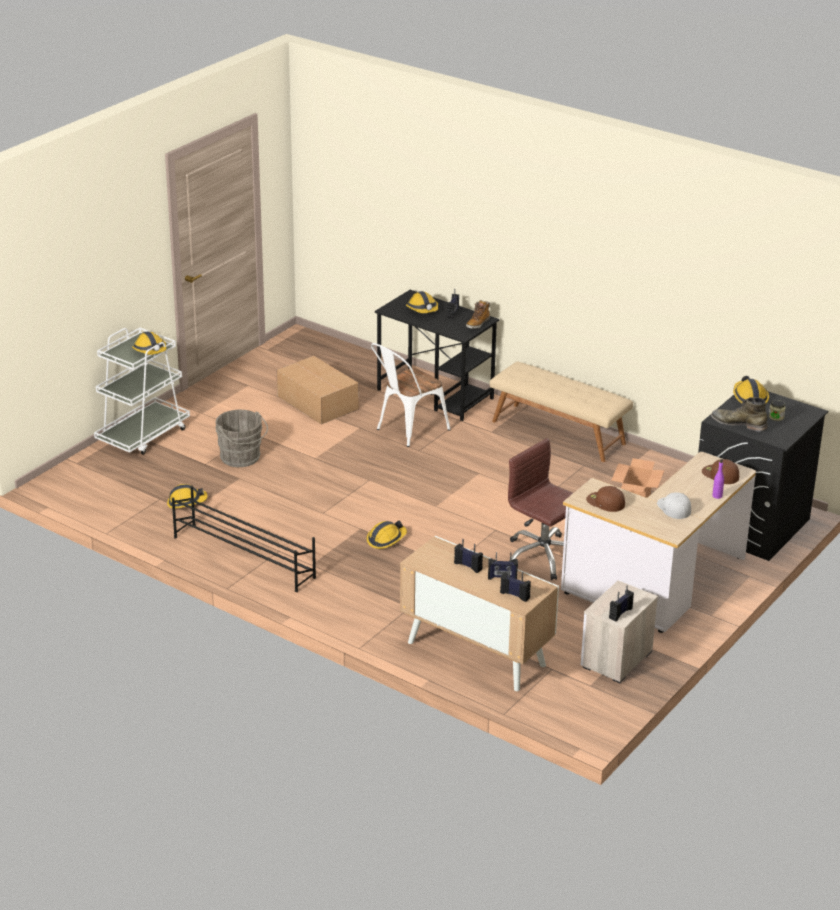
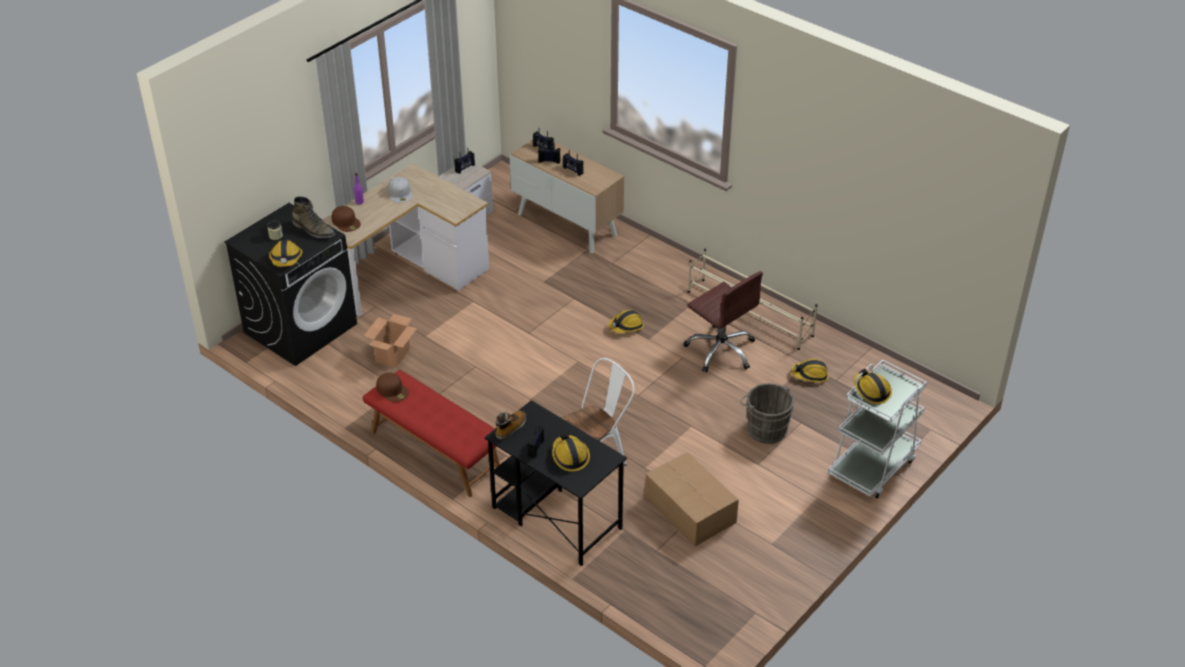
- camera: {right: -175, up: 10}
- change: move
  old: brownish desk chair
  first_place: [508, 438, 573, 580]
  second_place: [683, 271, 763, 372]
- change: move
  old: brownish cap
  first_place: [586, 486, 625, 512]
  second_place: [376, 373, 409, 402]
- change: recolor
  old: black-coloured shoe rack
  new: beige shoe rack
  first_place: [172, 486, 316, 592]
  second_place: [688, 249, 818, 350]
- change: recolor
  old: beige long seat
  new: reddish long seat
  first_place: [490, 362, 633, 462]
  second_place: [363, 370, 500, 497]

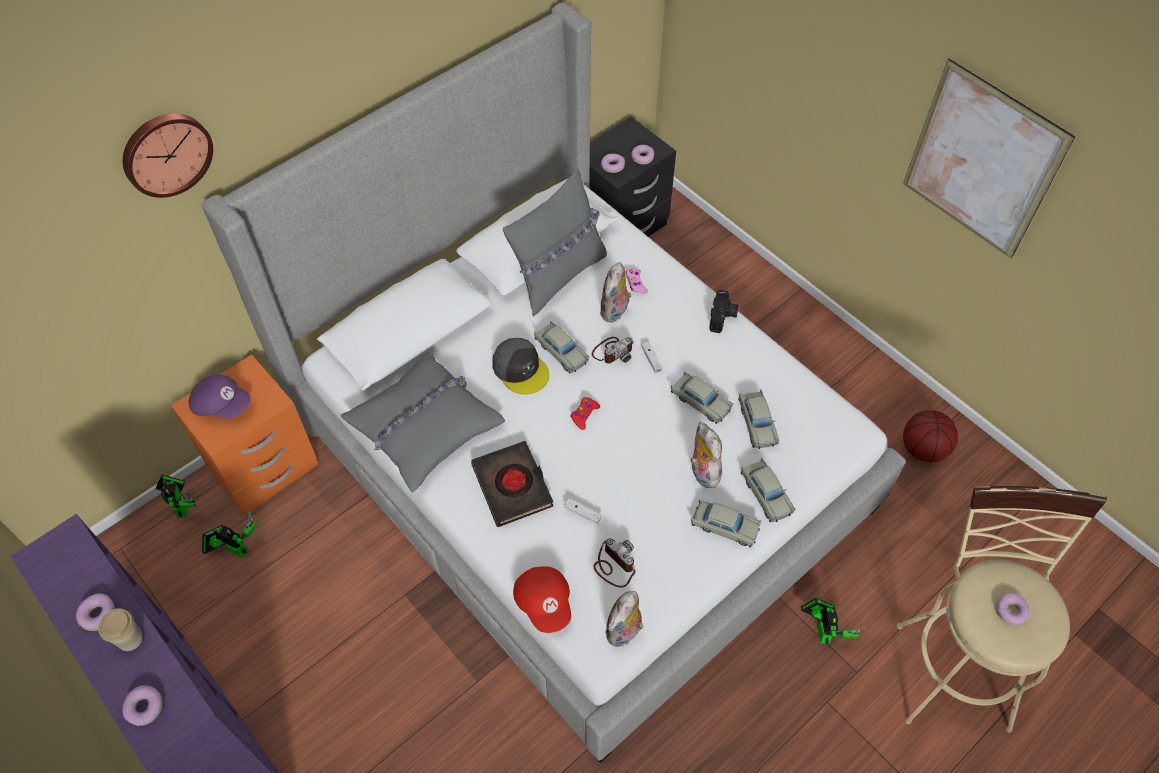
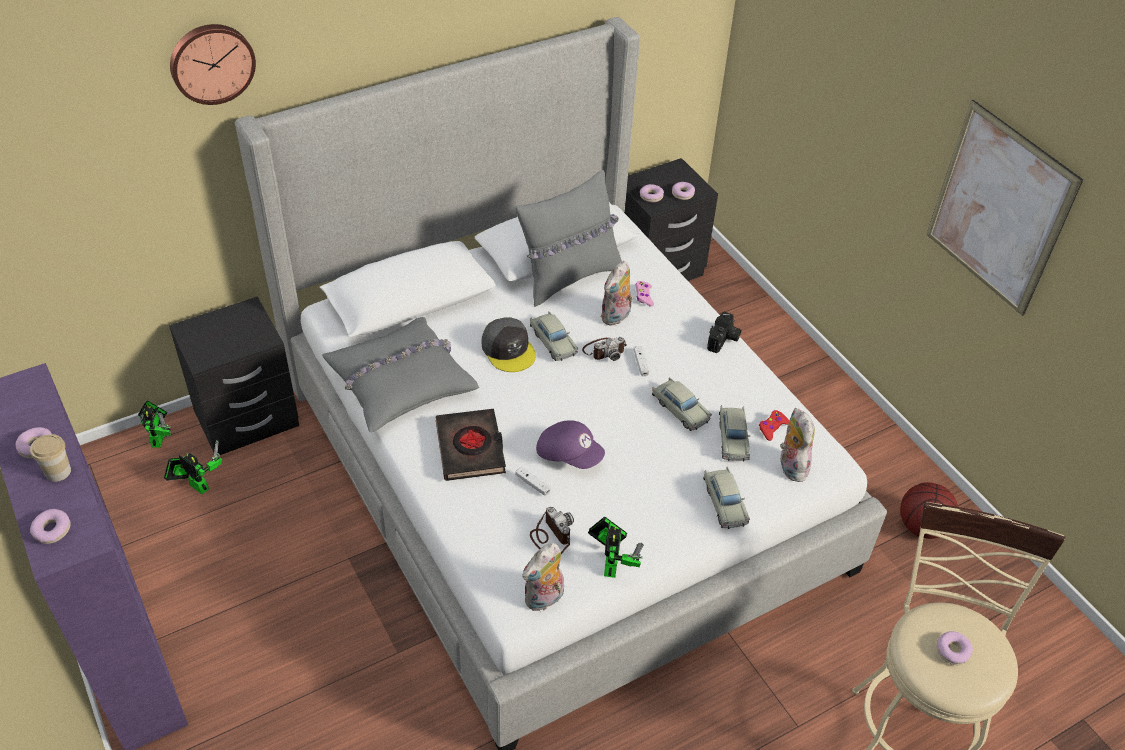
- camera: {right: 10, up: -10}
- change: delete
  old: reddish cap
  first_place: [513, 566, 571, 633]
- change: delete
  old: beige miniature car
  first_place: [691, 500, 761, 548]
- change: move
  old: purple cap
  first_place: [188, 374, 250, 418]
  second_place: [536, 420, 605, 469]
- change: move
  old: reddish game controller
  first_place: [570, 397, 600, 430]
  second_place: [759, 410, 789, 441]
- change: move
  old: cuddly toy
  first_place: [691, 422, 723, 488]
  second_place: [780, 408, 815, 482]
- change: move
  old: model robot
  first_place: [801, 598, 867, 644]
  second_place: [588, 517, 643, 578]
- change: recolor
  old: orangey nightstand
  new: black-coloured nightstand
  first_place: [171, 355, 318, 515]
  second_place: [169, 297, 299, 455]

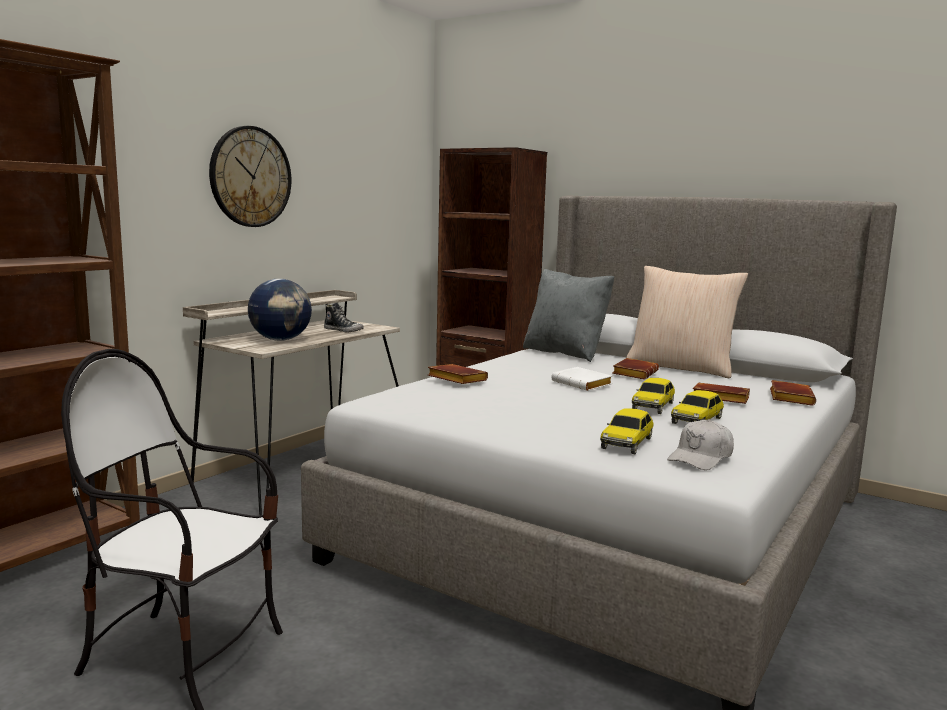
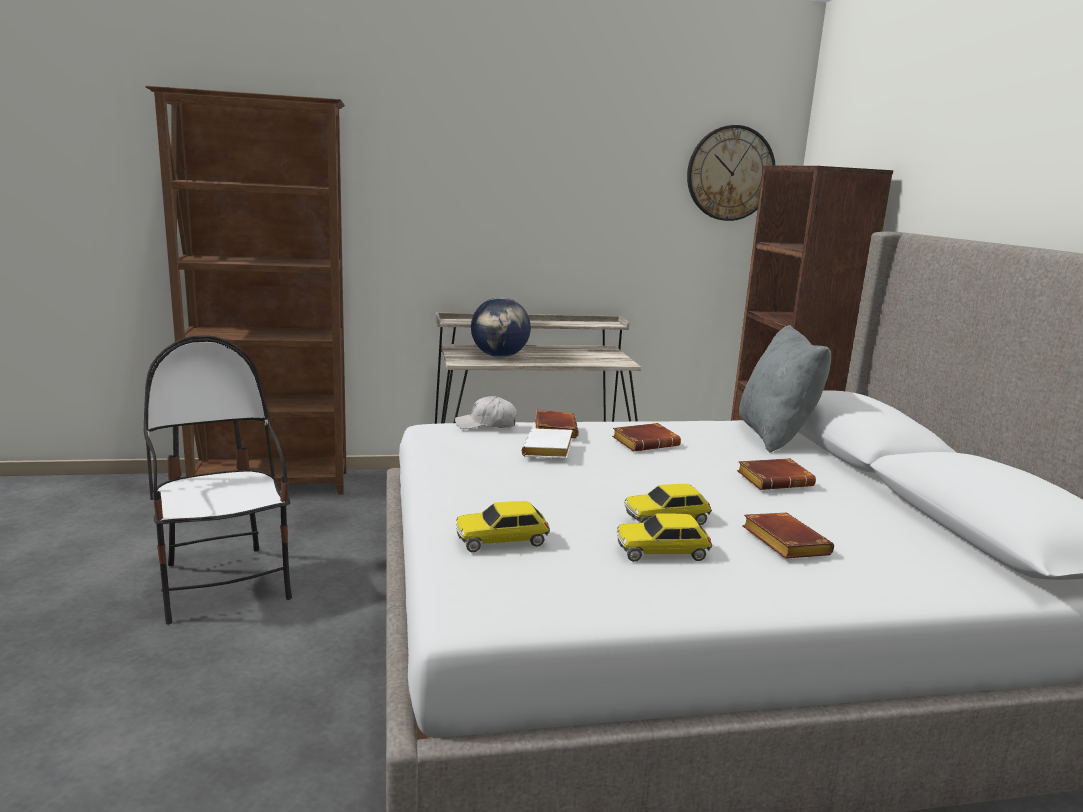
- camera: {right: 45, up: 5}
- change: delete
  old: low shoe
  first_place: [324, 302, 364, 332]
- change: delete
  old: beige throw pillow
  first_place: [626, 266, 748, 378]
- change: move
  old: wall clock
  first_place: [209, 126, 291, 227]
  second_place: [687, 125, 776, 221]
- change: move
  old: whitish bound book
  first_place: [551, 367, 613, 391]
  second_place: [522, 428, 573, 458]
- change: move
  old: whitish cap
  first_place: [667, 419, 734, 470]
  second_place: [455, 396, 517, 429]
- change: move
  old: brownish bound book
  first_place: [770, 380, 816, 406]
  second_place: [612, 423, 681, 451]

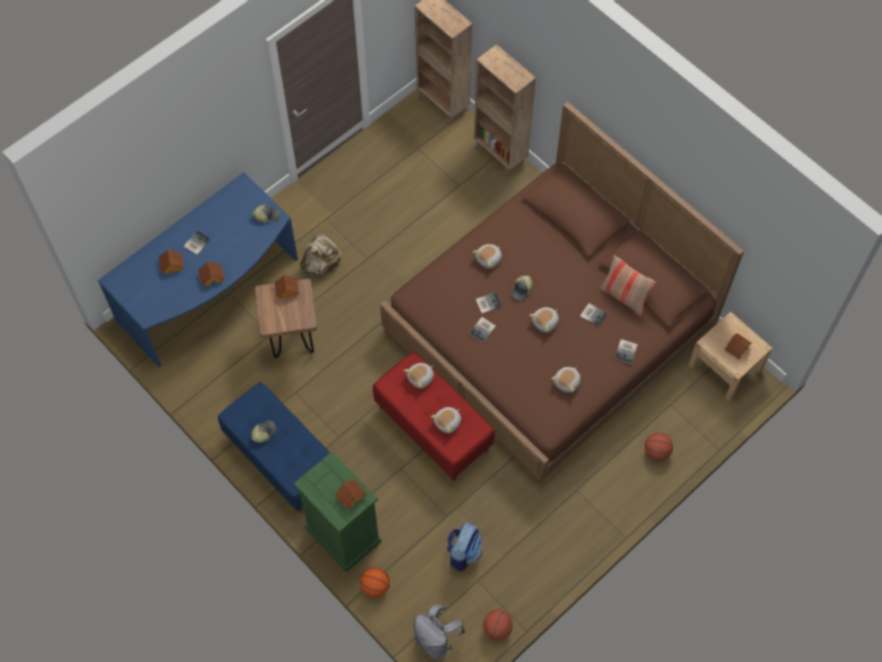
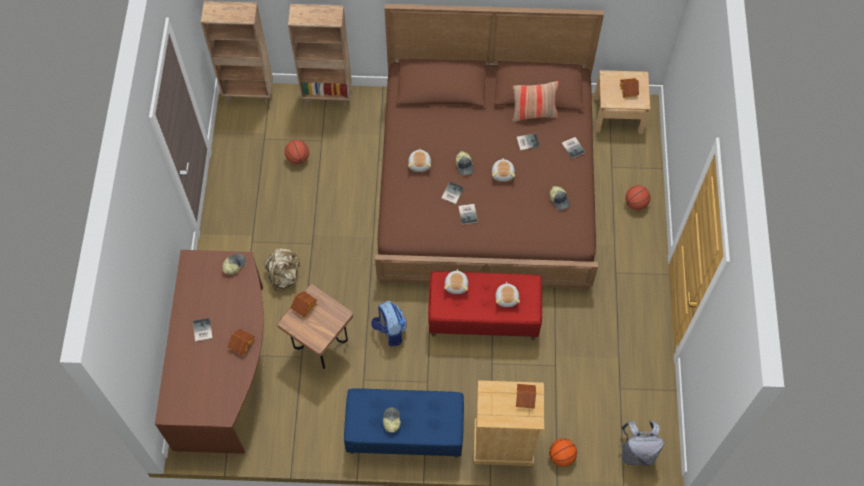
- camera: {right: -45, up: 0}
- change: delete
  old: miniature house
  first_place: [159, 249, 184, 275]
- change: move
  old: rucksack
  first_place: [447, 522, 482, 571]
  second_place: [371, 301, 407, 346]
- change: move
  old: basketball
  first_place: [483, 610, 513, 640]
  second_place: [285, 140, 309, 164]
- change: replace
  old: cuddly toy
  new: cap
  first_place: [551, 367, 581, 393]
  second_place: [550, 186, 570, 210]
- change: recolor
  old: blue desk unit
  new: brownish desk unit
  first_place: [98, 172, 298, 367]
  second_place: [155, 250, 264, 454]
- change: recolor
  old: green-coloured chest of drawers
  new: beige chest of drawers
  first_place: [294, 452, 381, 572]
  second_place: [474, 380, 544, 466]

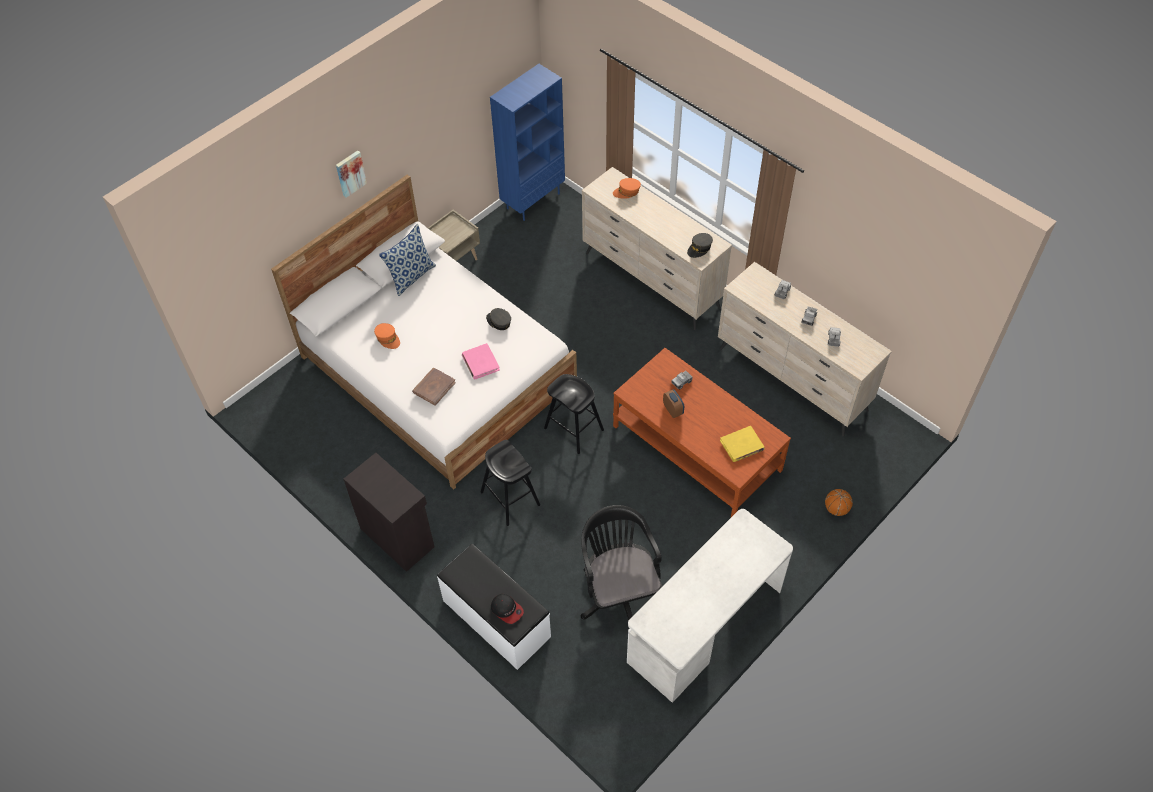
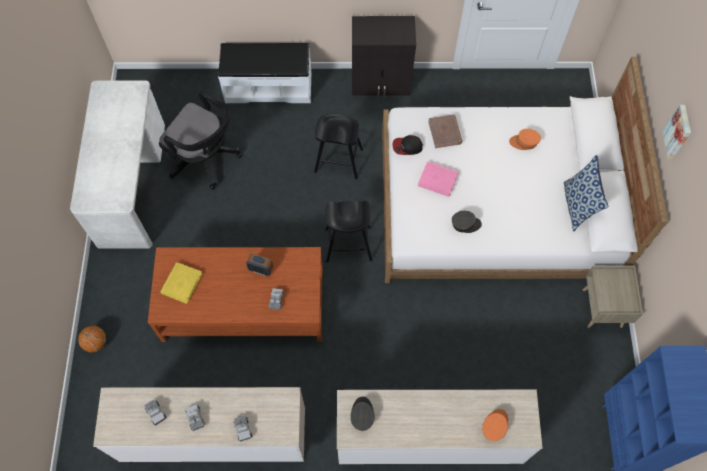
- camera: {right: 135, up: 10}
- change: move
  old: cap
  first_place: [491, 594, 524, 624]
  second_place: [393, 135, 423, 155]

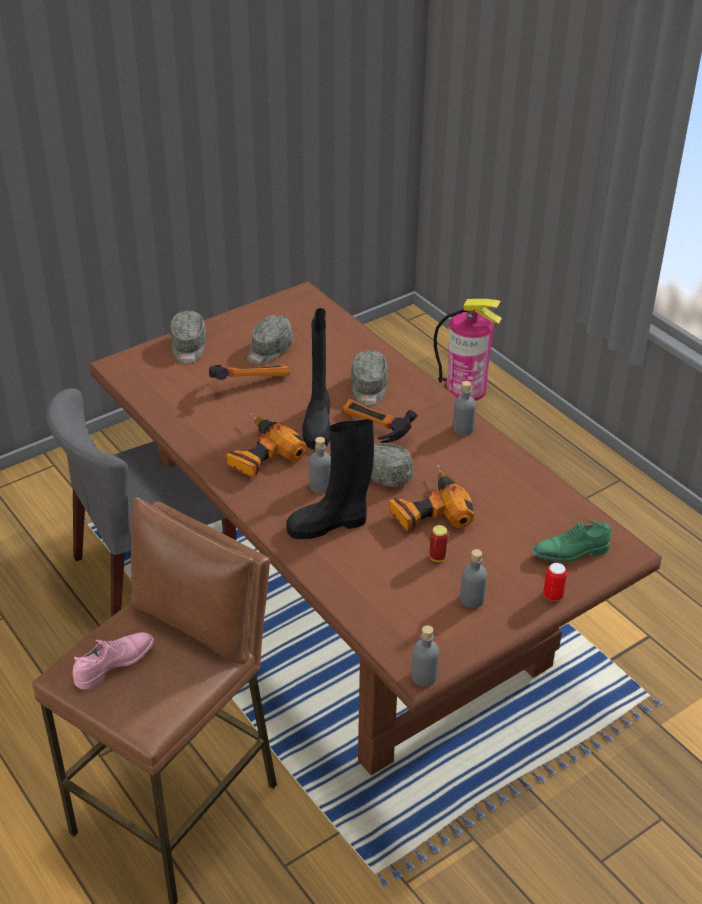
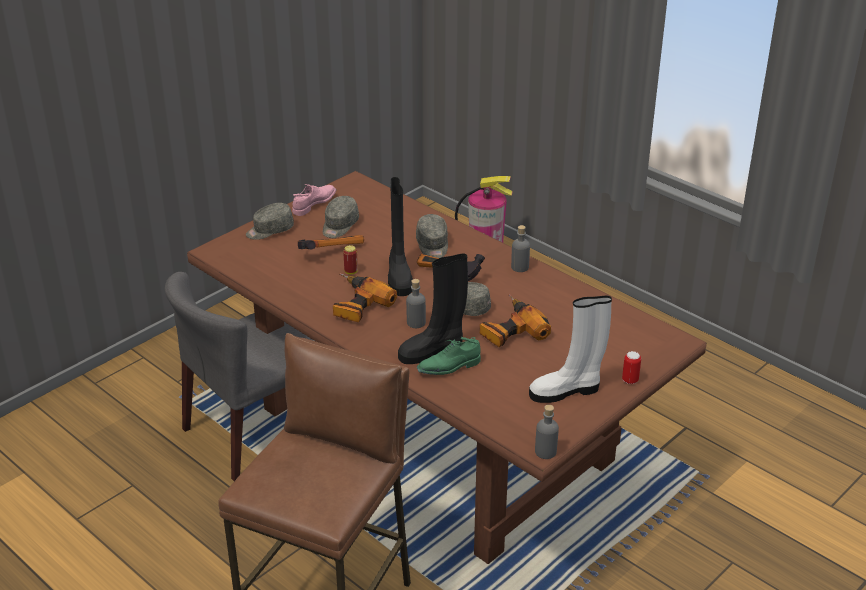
- camera: {right: -10, up: -5}
- change: move
  old: pink-coloured low shoe
  first_place: [73, 632, 155, 689]
  second_place: [292, 184, 336, 216]
- change: move
  old: metal can
  first_place: [429, 525, 449, 562]
  second_place: [343, 245, 358, 275]
- change: move
  old: green-coloured low shoe
  first_place: [532, 519, 611, 562]
  second_place: [417, 337, 481, 375]
- change: replace
  old: greyish bottle
  new: whitish boot
  first_place: [460, 549, 487, 608]
  second_place: [529, 296, 612, 403]
- change: rotate
  old: greyish cap
  first_place: [170, 311, 207, 363]
  second_place: [246, 203, 294, 240]
  degrees: 75

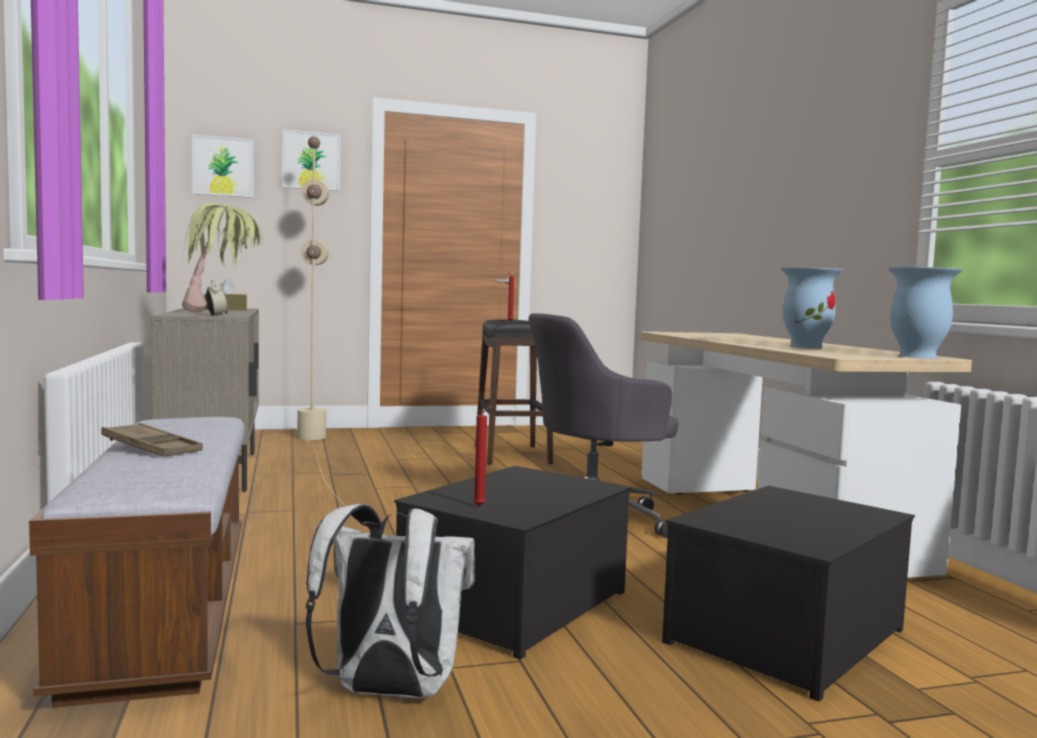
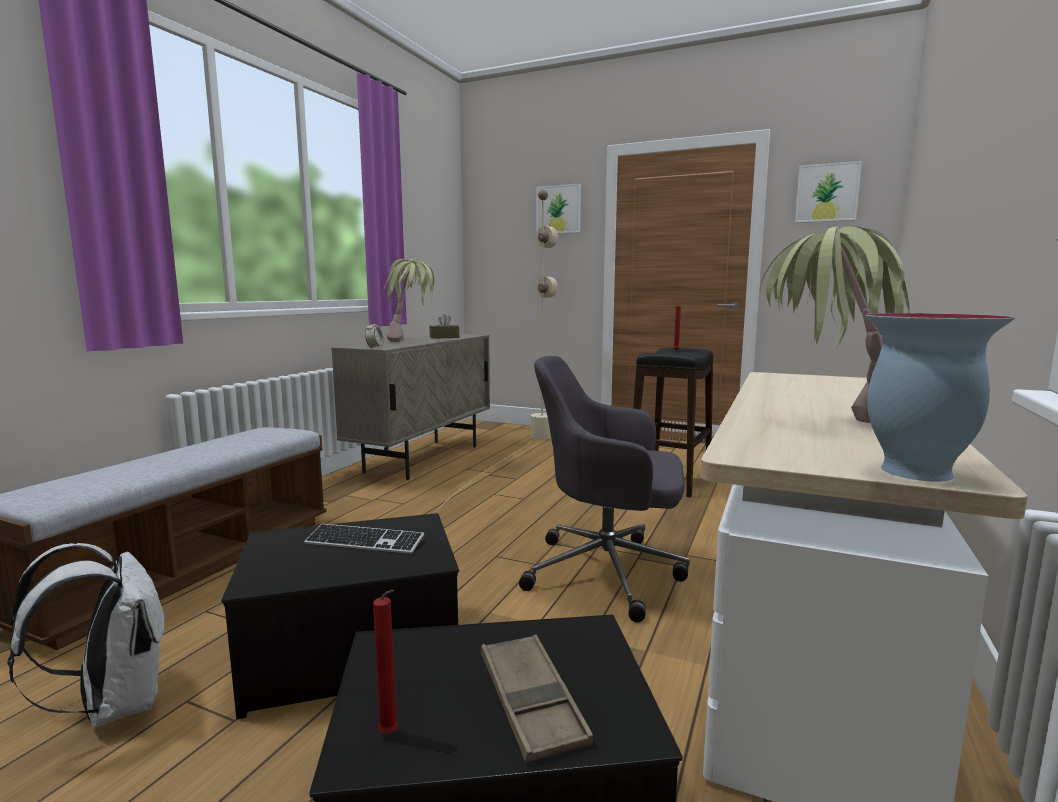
- camera: {right: 40, up: 5}
- change: insert
  new: computer keyboard
  second_place: [304, 524, 424, 554]
- change: move
  old: brownish serving tray
  first_place: [101, 423, 203, 457]
  second_place: [481, 634, 593, 763]
- change: move
  old: picture
  first_place: [192, 135, 254, 198]
  second_place: [795, 161, 862, 223]
- change: move
  old: reddish wax candle
  first_place: [473, 406, 493, 506]
  second_place: [373, 590, 398, 734]
- change: replace
  old: flower vase
  new: plant in a pot
  first_place: [781, 268, 844, 348]
  second_place: [760, 226, 910, 423]

